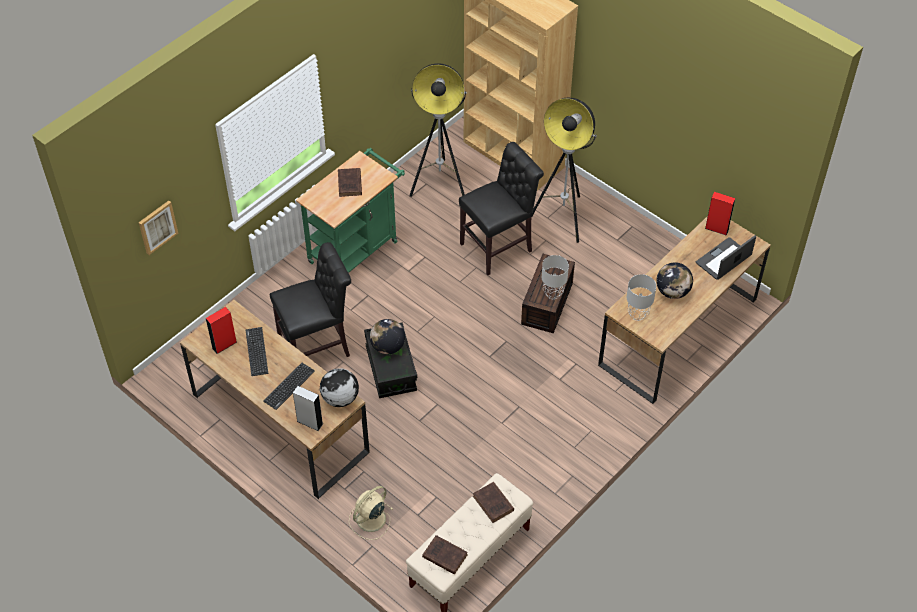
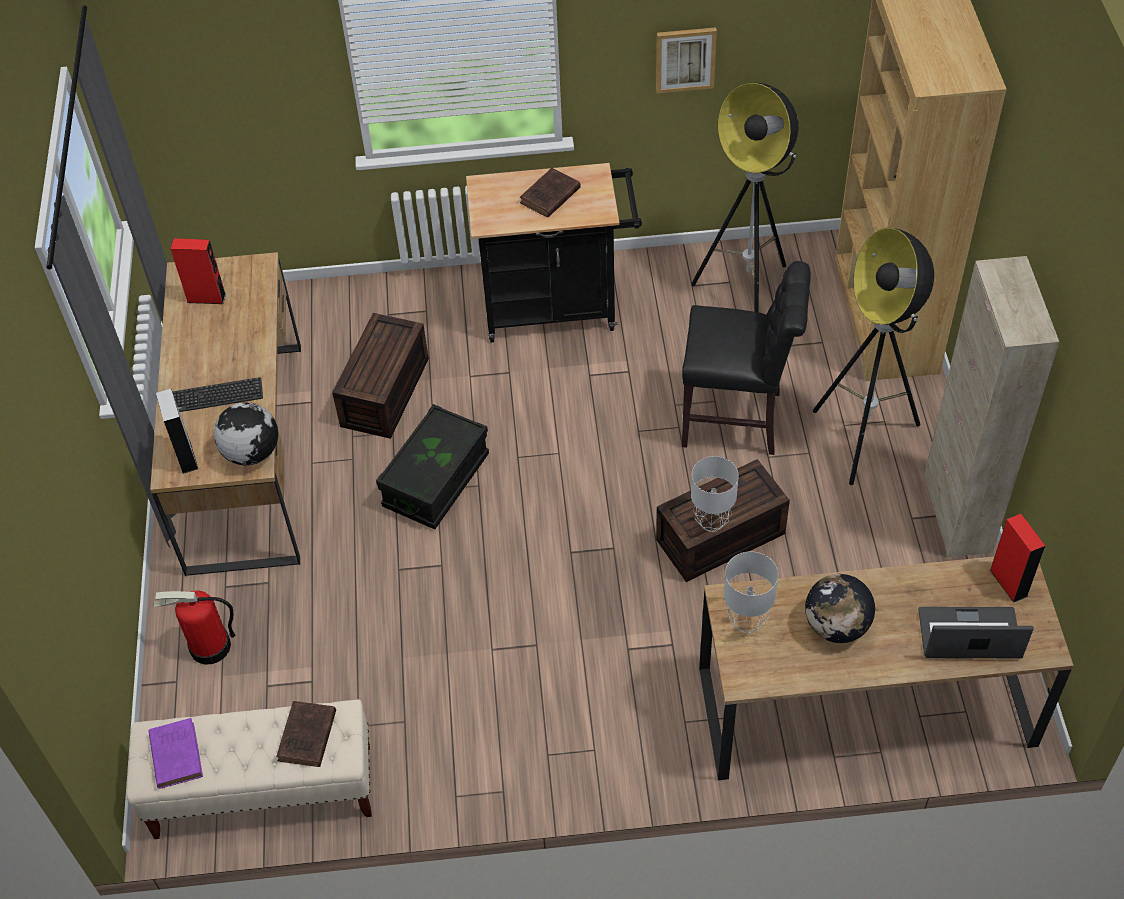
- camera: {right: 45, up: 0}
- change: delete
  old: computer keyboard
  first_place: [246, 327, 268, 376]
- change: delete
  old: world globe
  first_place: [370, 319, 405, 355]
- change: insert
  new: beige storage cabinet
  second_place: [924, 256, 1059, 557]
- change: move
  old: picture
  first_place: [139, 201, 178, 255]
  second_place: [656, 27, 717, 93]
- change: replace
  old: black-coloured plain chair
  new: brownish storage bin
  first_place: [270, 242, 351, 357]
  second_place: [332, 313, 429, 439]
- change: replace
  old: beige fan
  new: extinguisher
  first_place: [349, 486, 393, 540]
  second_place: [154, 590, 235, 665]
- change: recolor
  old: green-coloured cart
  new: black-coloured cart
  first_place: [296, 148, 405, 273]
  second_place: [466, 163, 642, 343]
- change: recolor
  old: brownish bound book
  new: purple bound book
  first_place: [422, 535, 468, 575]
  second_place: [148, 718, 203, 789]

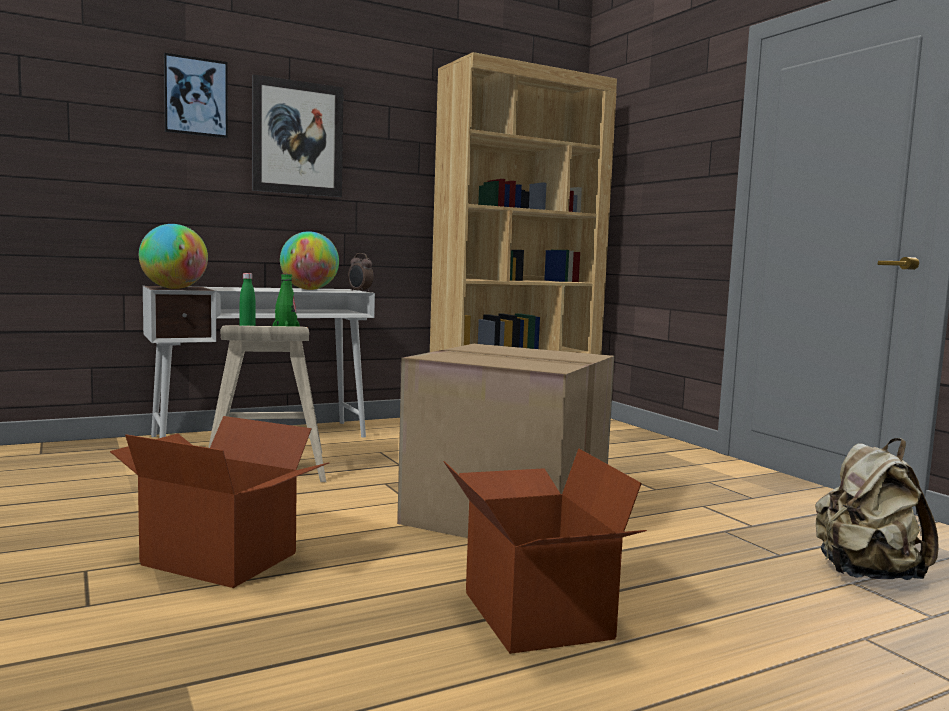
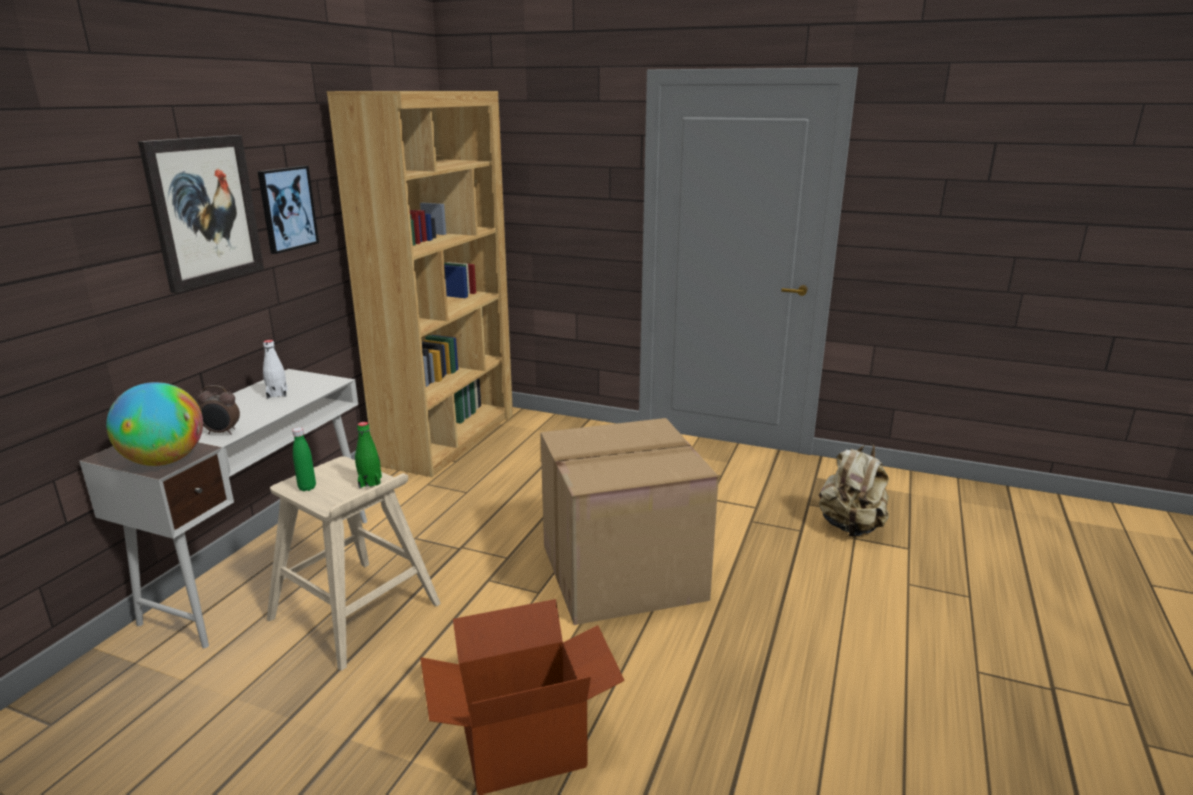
- camera: {right: -40, up: 15}
- change: delete
  old: cardboard box
  first_place: [443, 448, 647, 654]
- change: move
  old: picture
  first_place: [164, 53, 228, 138]
  second_place: [258, 166, 319, 254]
- change: move
  old: alarm clock
  first_place: [348, 253, 374, 292]
  second_place: [197, 385, 240, 435]
- change: replace
  old: world globe
  new: whitish bottle
  first_place: [280, 231, 339, 290]
  second_place: [263, 340, 288, 398]

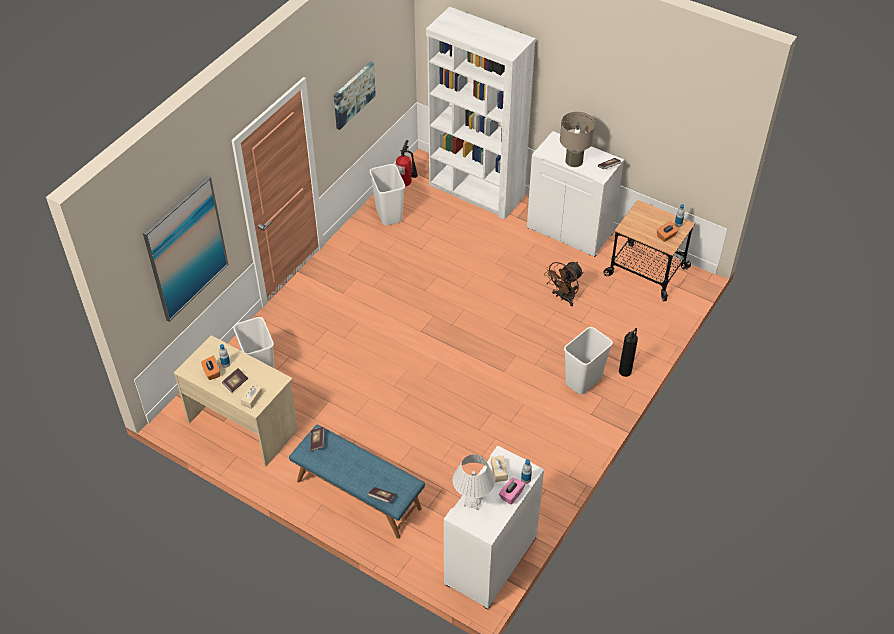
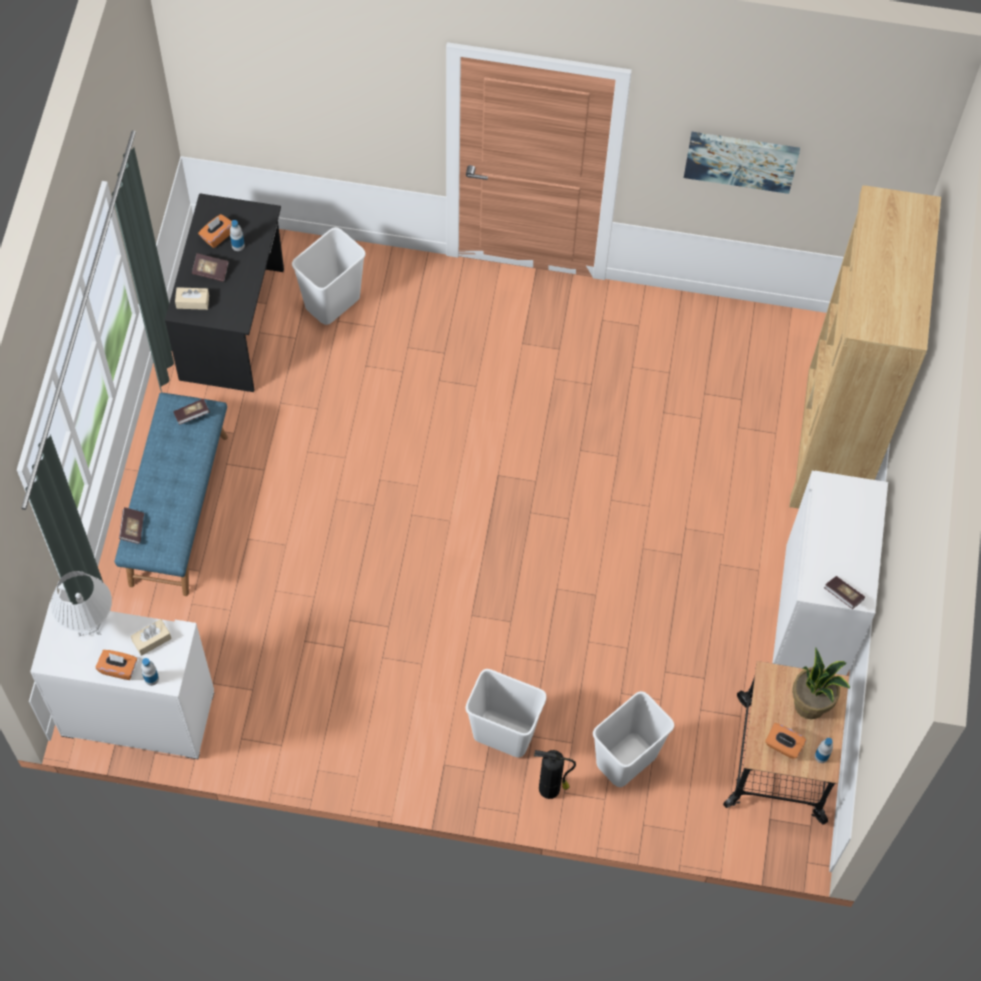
- camera: {right: 65, up: 15}
- change: delete
  old: picture
  first_place: [143, 176, 229, 322]
- change: delete
  old: extinguisher
  first_place: [396, 140, 418, 187]
- change: delete
  old: brownish fan
  first_place: [544, 262, 583, 306]
- change: delete
  old: beige table lamp
  first_place: [560, 112, 595, 167]
- change: insert
  new: plant in a pot
  second_place: [792, 648, 850, 719]
- change: move
  old: whitish waste bin
  first_place: [370, 164, 405, 225]
  second_place: [593, 691, 674, 787]
- change: recolor
  old: beige desk unit
  new: black-coloured desk unit
  first_place: [174, 335, 298, 466]
  second_place: [165, 193, 284, 392]
- change: recolor
  old: whitish shelving unit
  new: brownish shelving unit
  first_place: [426, 7, 535, 220]
  second_place: [789, 185, 941, 509]
- change: recolor
  old: pink-coloured box of tissues
  new: orangey box of tissues
  first_place: [499, 478, 525, 505]
  second_place: [96, 650, 137, 680]

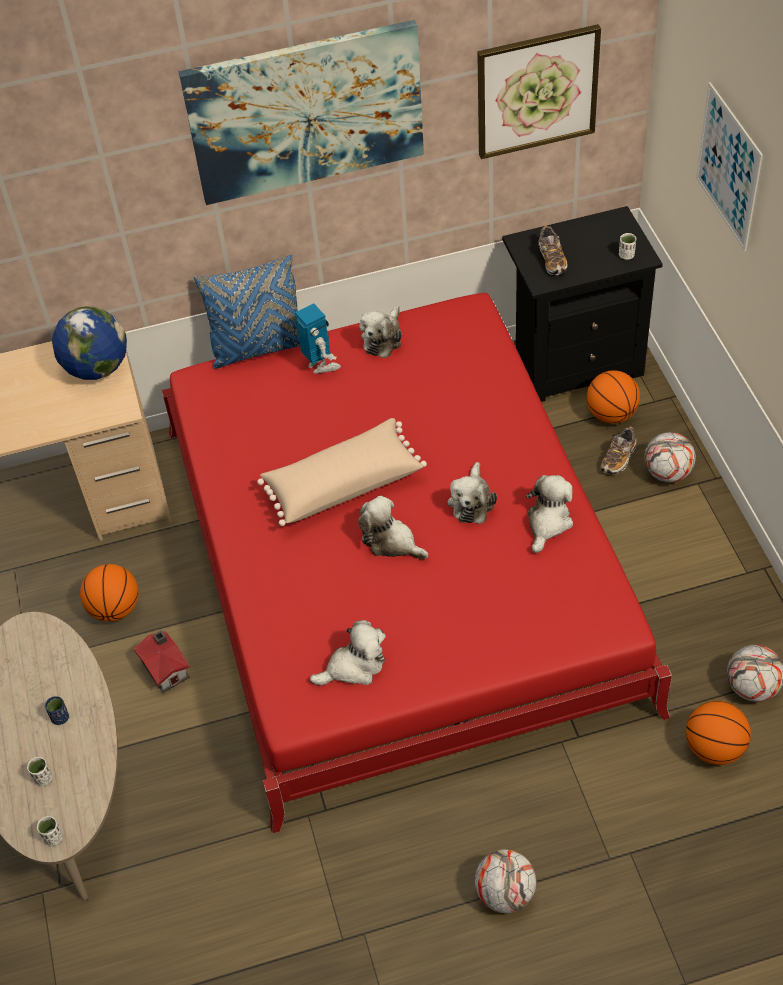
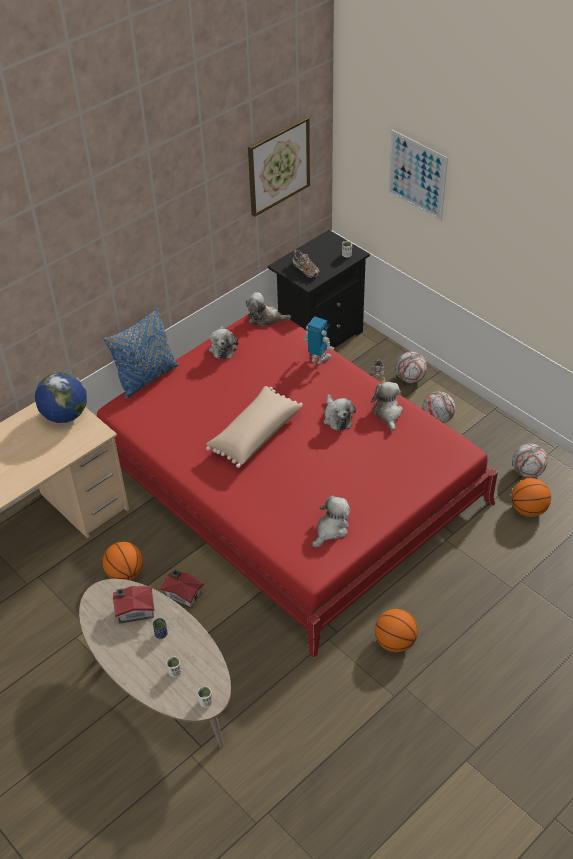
- camera: {right: -30, up: -5}
- change: delete
  old: picture
  first_place: [179, 20, 424, 205]
- change: insert
  new: miniature house
  second_place: [113, 586, 155, 623]
- change: move
  old: model robot
  first_place: [295, 303, 341, 374]
  second_place: [304, 316, 334, 364]
- change: move
  old: cuddly toy
  first_place: [358, 496, 428, 559]
  second_place: [246, 292, 291, 327]
- change: move
  old: ball for football
  first_place: [475, 849, 536, 913]
  second_place: [422, 392, 455, 423]
- change: move
  old: basketball
  first_place: [587, 370, 640, 424]
  second_place: [375, 609, 418, 652]

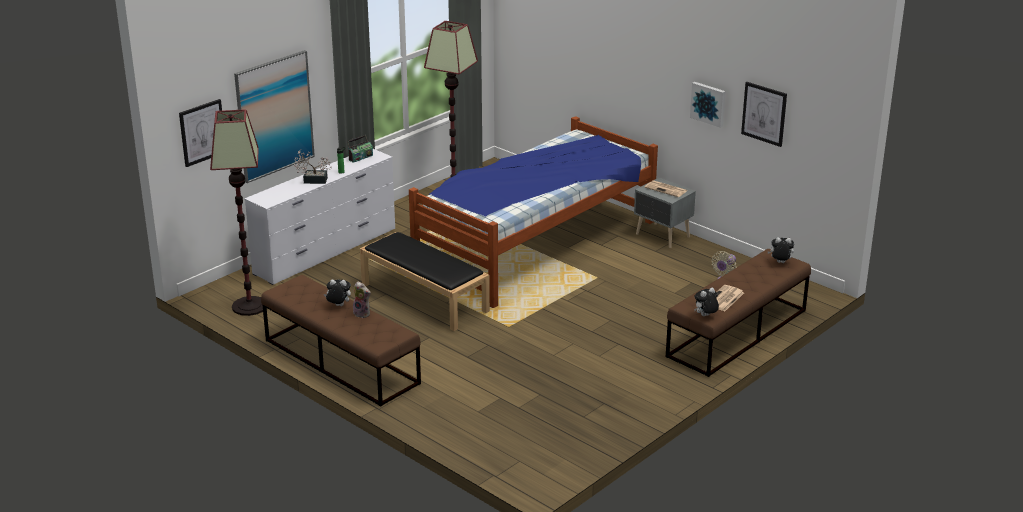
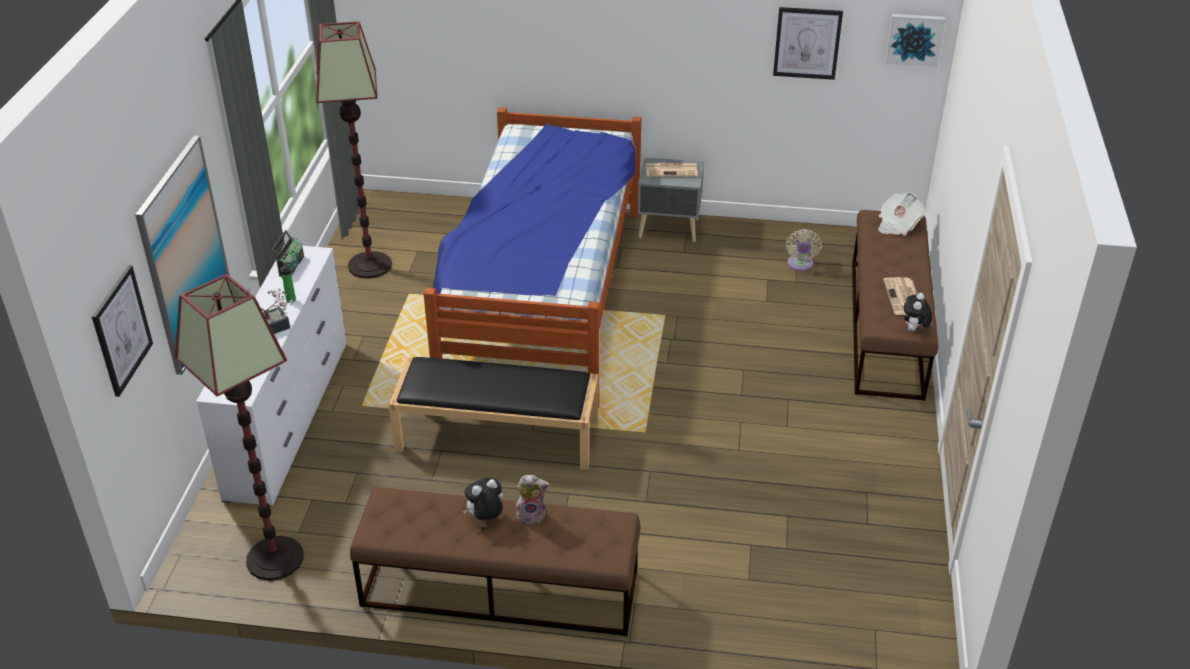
- camera: {right: -35, up: 10}
- change: move
  old: picture
  first_place: [690, 82, 726, 128]
  second_place: [885, 14, 945, 67]
- change: replace
  old: cuddly toy
  new: newspaper
  first_place: [768, 237, 794, 263]
  second_place: [878, 192, 925, 236]

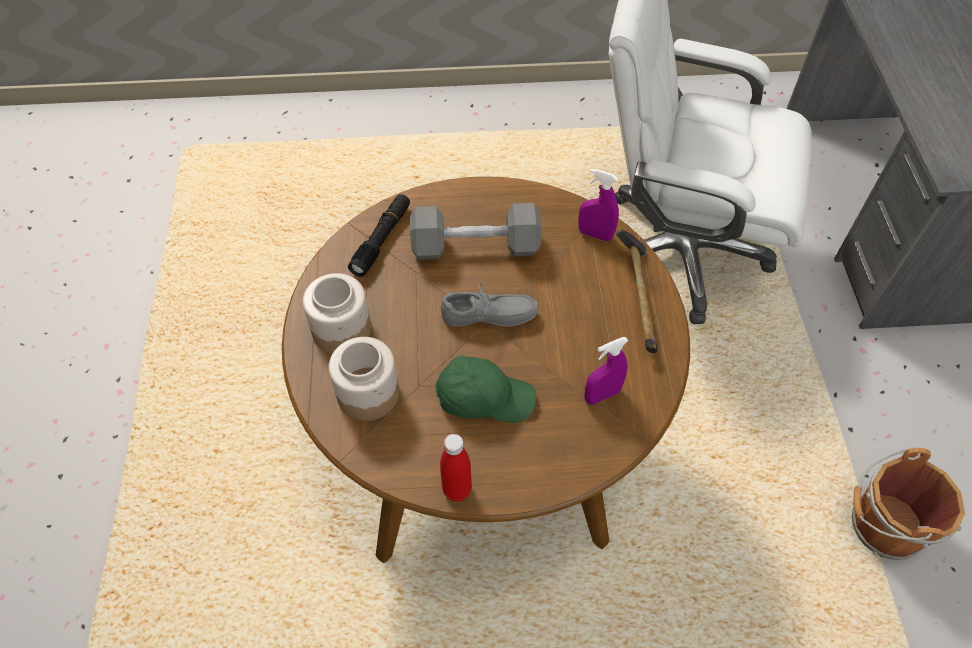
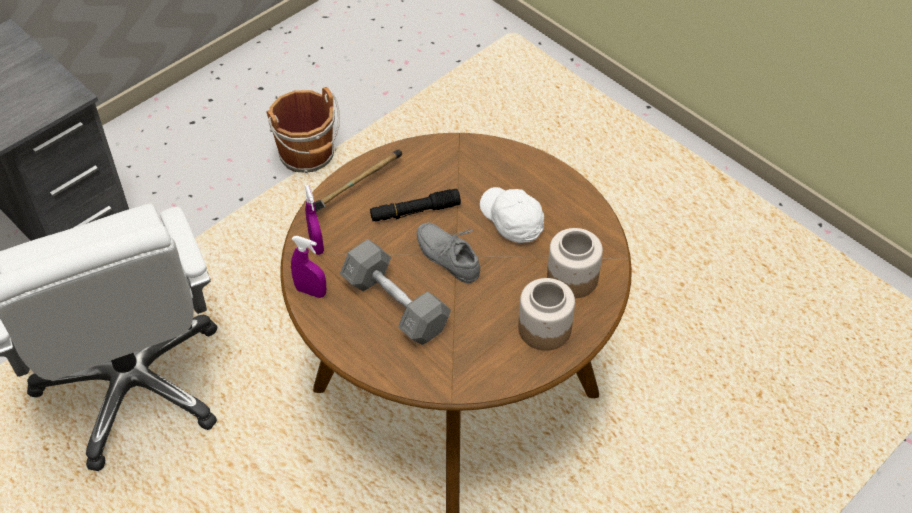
- camera: {right: -130, up: -5}
- change: delete
  old: reddish bottle
  first_place: [440, 434, 472, 502]
- change: move
  old: black-coloured hand torch
  first_place: [348, 194, 410, 277]
  second_place: [370, 189, 461, 222]
- change: move
  old: purple hand sprayer
  first_place: [584, 337, 628, 405]
  second_place: [291, 236, 326, 298]
- change: recolor
  old: green-coloured cap
  new: whitish cap
  first_place: [435, 356, 536, 423]
  second_place: [480, 187, 544, 243]

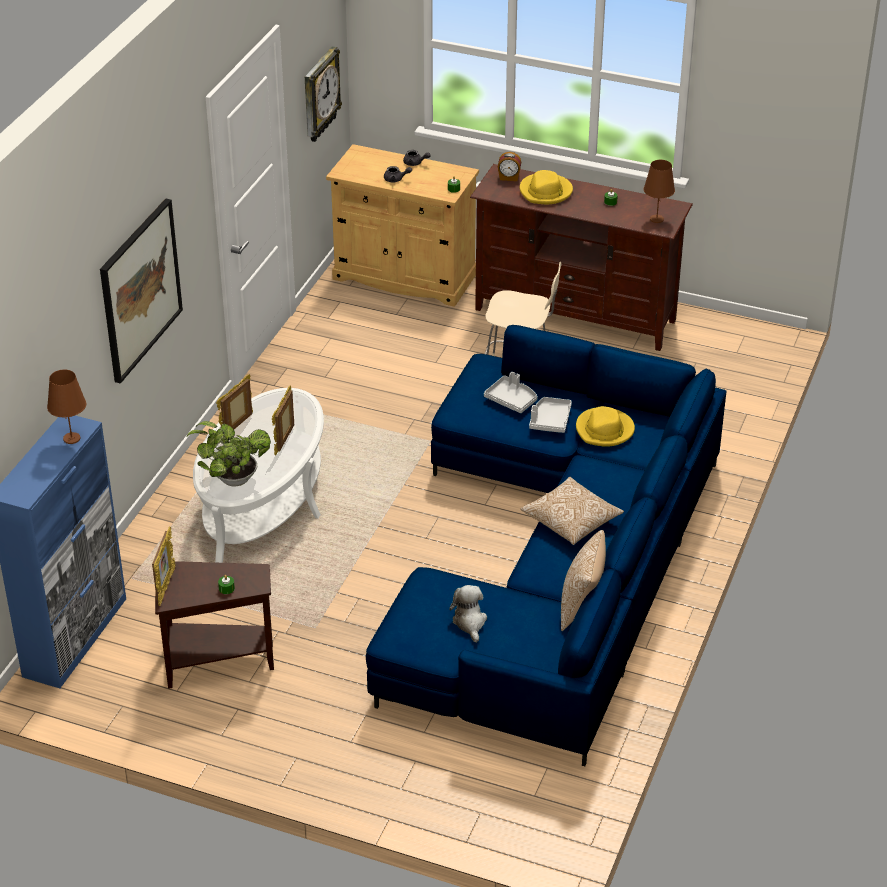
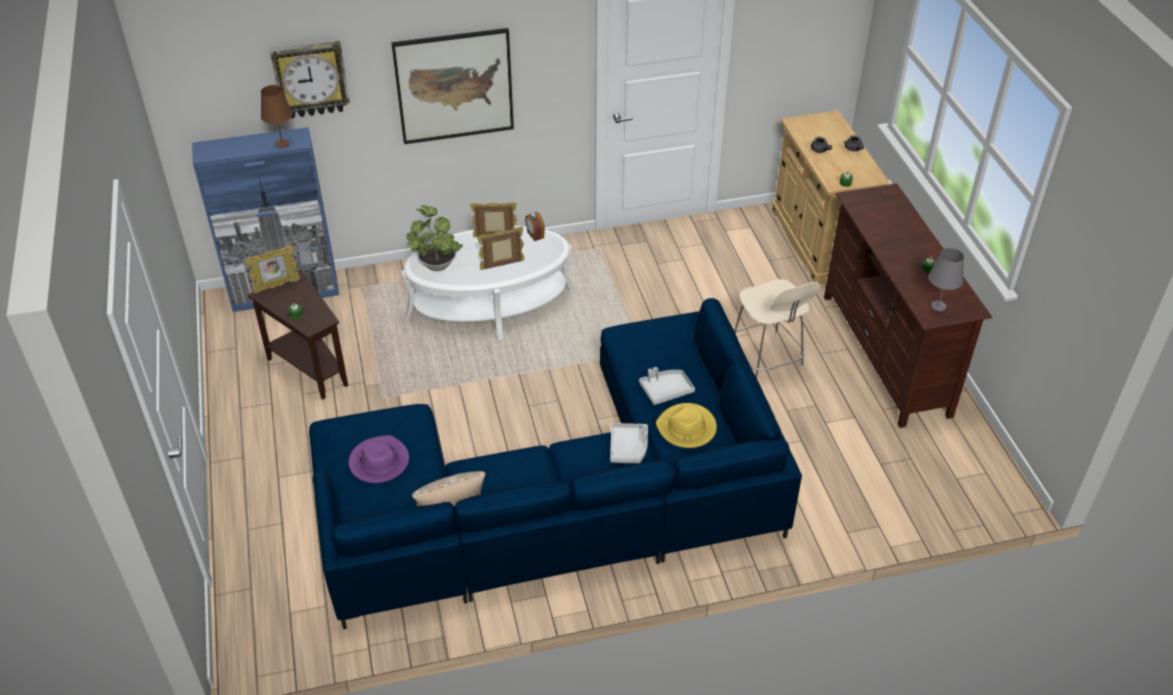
- camera: {right: 55, up: 5}
- change: delete
  old: yellow hat
  first_place: [520, 170, 573, 204]
- change: delete
  old: throw pillow
  first_place: [520, 476, 624, 545]
- change: move
  old: wall clock
  first_place: [305, 46, 342, 142]
  second_place: [270, 41, 350, 118]
- change: move
  old: greyish serving tray
  first_place: [484, 372, 538, 413]
  second_place: [610, 423, 648, 463]
- change: move
  old: alarm clock
  first_place: [498, 152, 521, 181]
  second_place: [525, 212, 545, 241]
- change: replace
  old: cuddly toy
  new: purple hat
  first_place: [449, 585, 487, 643]
  second_place: [348, 435, 409, 483]
- change: recolor
  old: brownish table lamp
  new: greyish table lamp
  first_place: [643, 160, 675, 223]
  second_place: [929, 248, 964, 311]

